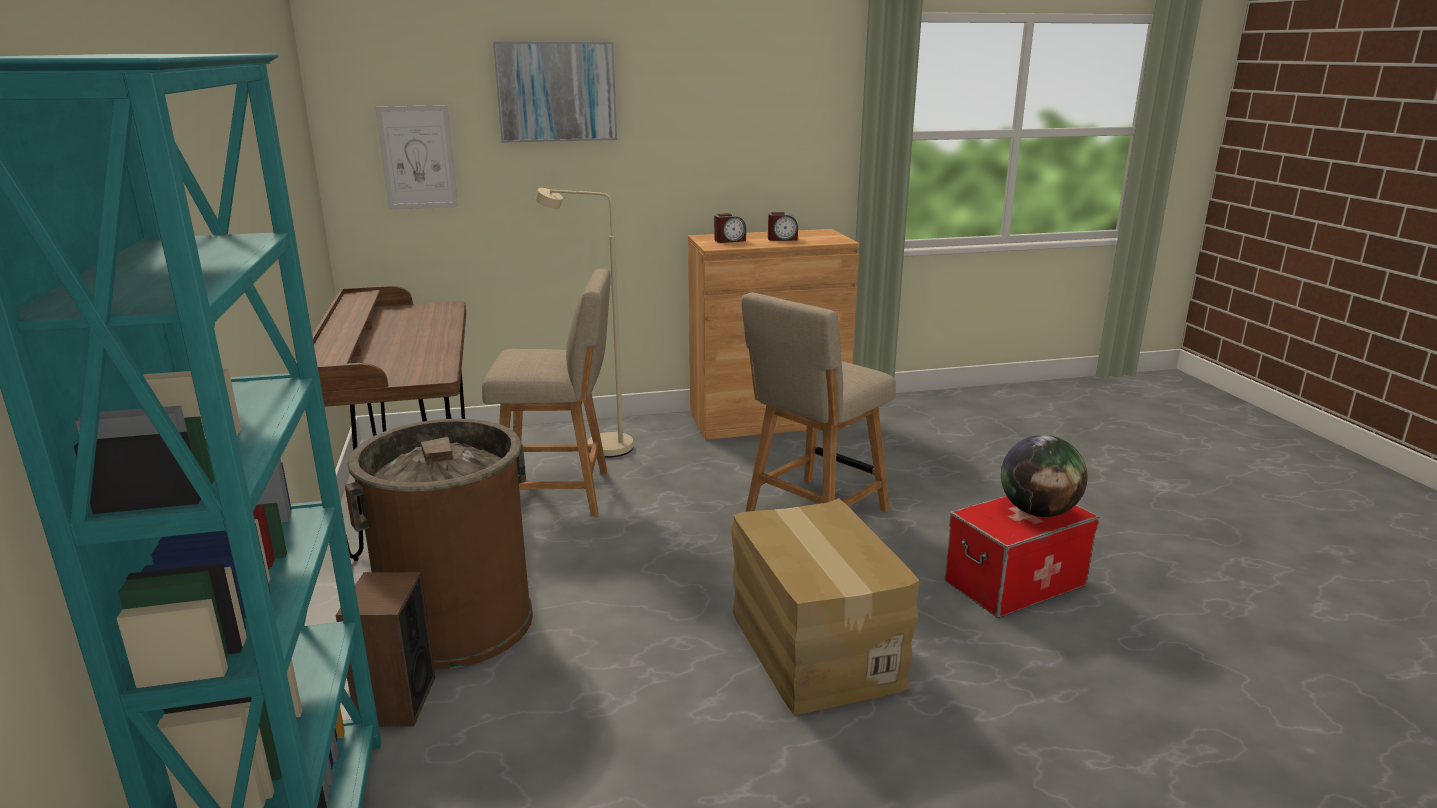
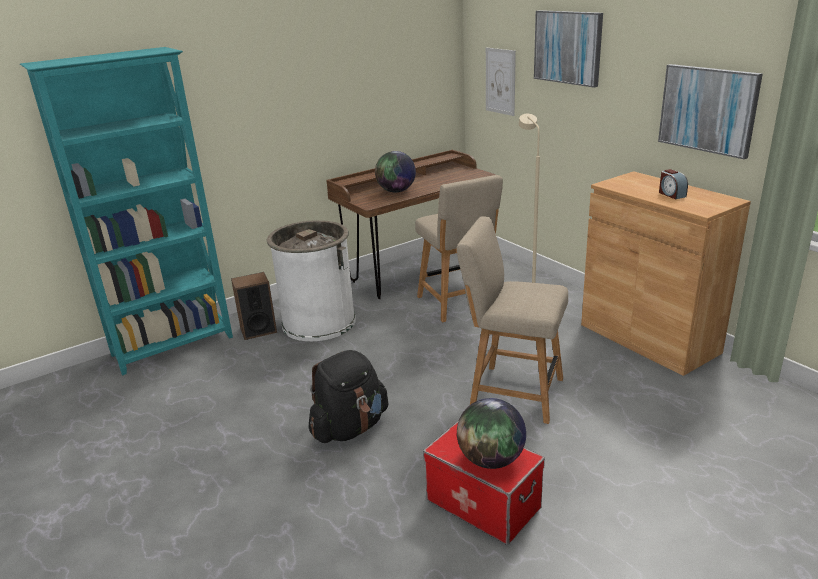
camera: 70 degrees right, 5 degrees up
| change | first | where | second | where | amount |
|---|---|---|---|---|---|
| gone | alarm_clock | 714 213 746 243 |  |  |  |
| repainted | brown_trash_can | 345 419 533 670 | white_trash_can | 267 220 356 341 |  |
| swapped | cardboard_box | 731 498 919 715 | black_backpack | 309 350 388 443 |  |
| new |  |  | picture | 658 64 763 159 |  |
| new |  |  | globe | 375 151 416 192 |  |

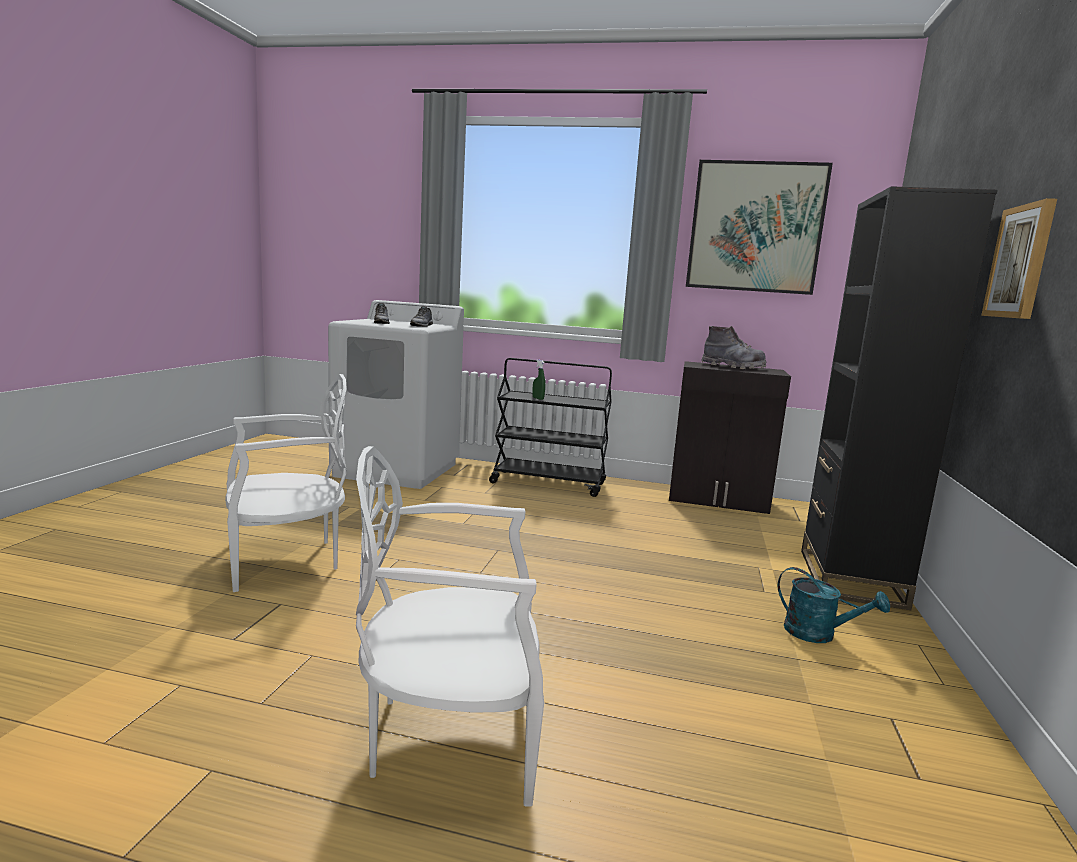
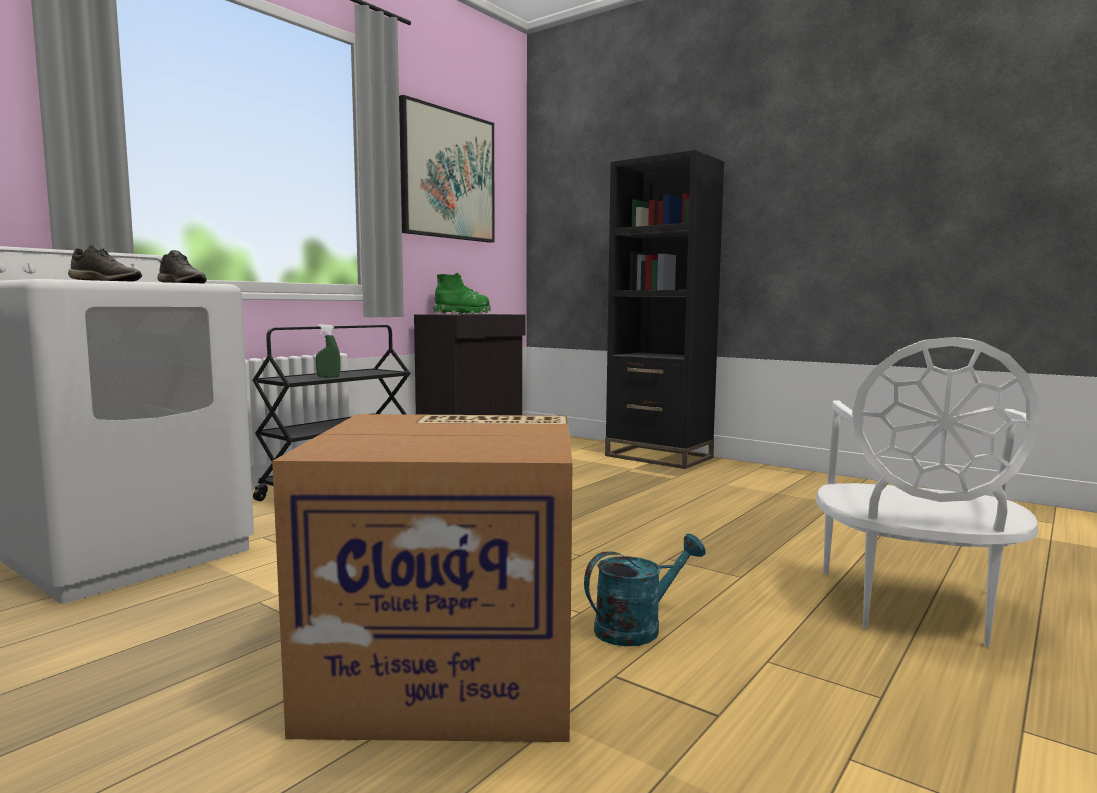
camera: 65 degrees left, 5 degrees down
| change | first | where | second | where | amount |
|---|---|---|---|---|---|
| gone | picture | 981 198 1057 319 |  |  |  |
| repainted | grey_boot | 701 326 766 369 | green_boot | 433 273 491 314 |  |
| swapped | white_chair | 225 374 347 592 | cardboard_box | 272 414 573 742 |  |
| shifted | turquoise_watering_can | 778 567 890 643 |  | 584 534 706 646 |  |

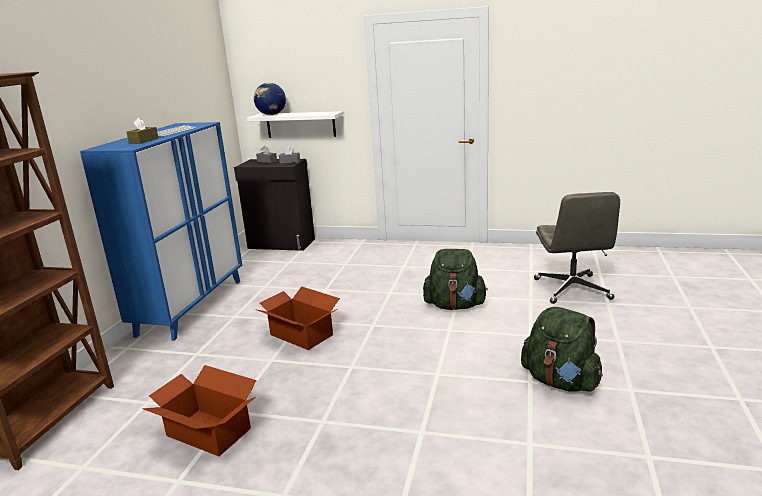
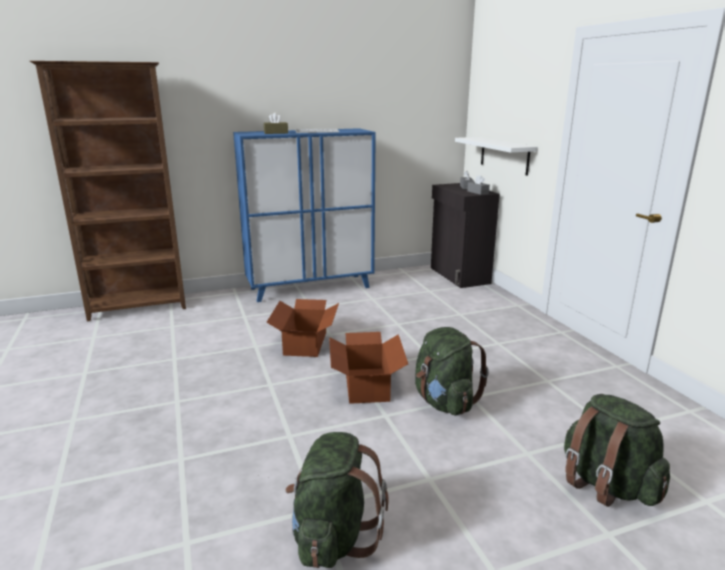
camera: 55 degrees right, 0 degrees up
| change | first | where | second | where | amount |
|---|---|---|---|---|---|
| gone | globe | 254 83 286 115 |  |  |  |
| swapped | grey_office_chair | 534 192 620 304 | green_backpack | 564 394 670 507 |  |
| shifted | cardboard_box | 142 365 257 456 |  | 329 332 408 404 |  |

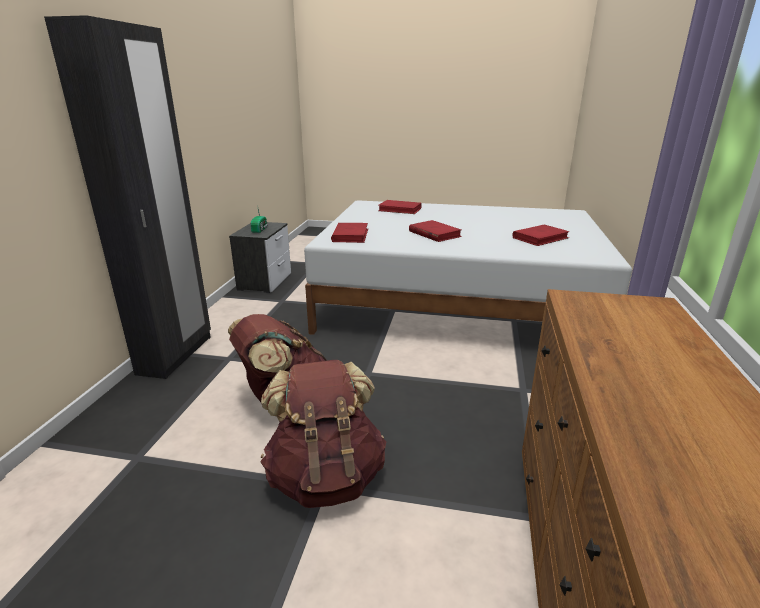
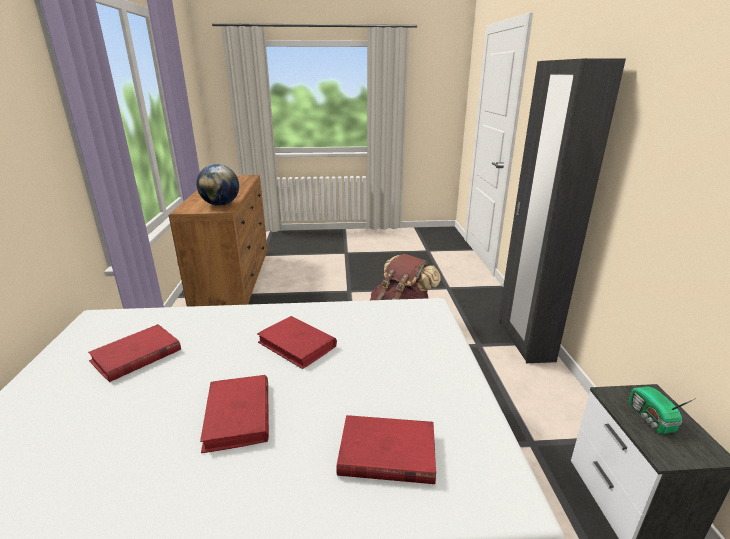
camera: 165 degrees right, 0 degrees up
| change | first | where | second | where | amount |
|---|---|---|---|---|---|
| shifted | red_book | 331 223 368 243 |  | 200 375 269 453 |  |
| gone | brown_backpack | 260 360 386 508 |  |  |  |
| new |  |  | globe | 196 164 239 206 |  |

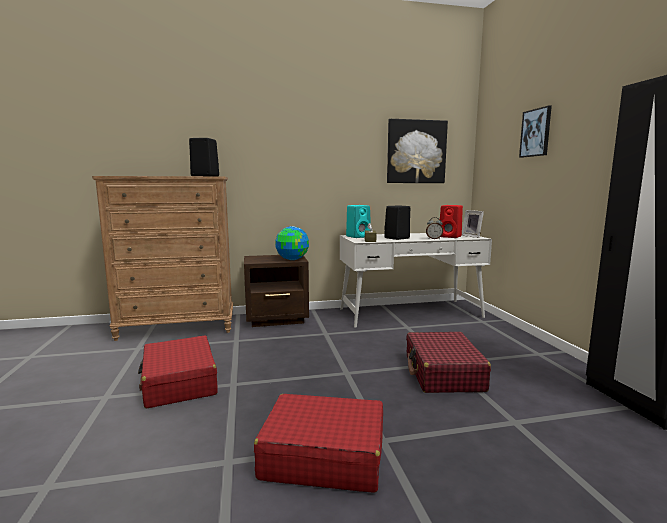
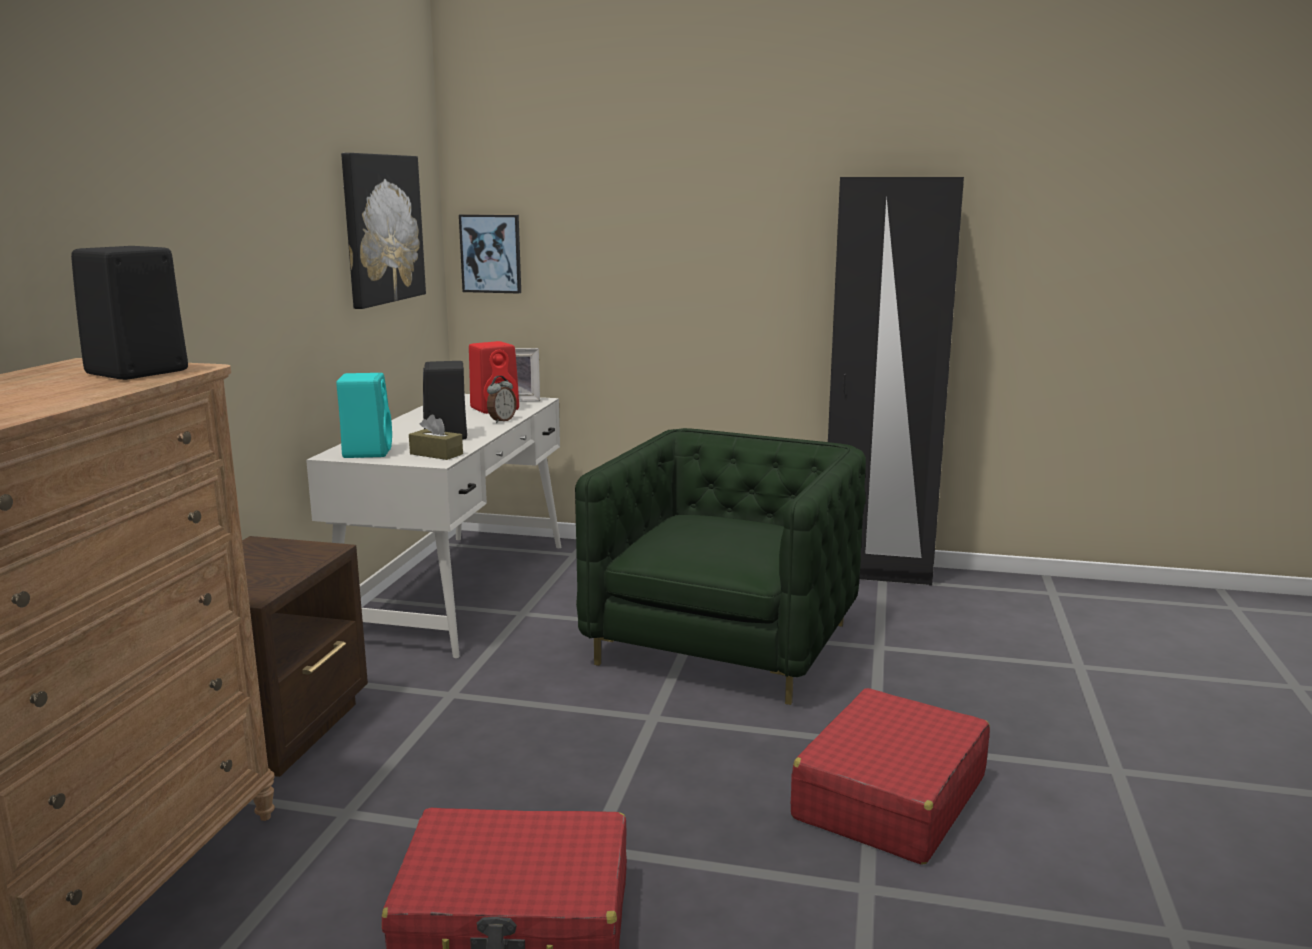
camera: 65 degrees left, 5 degrees up
| change | first | where | second | where | amount |
|---|---|---|---|---|---|
| shifted | picture | 519 106 552 158 |  | 459 214 521 293 |  |
| gone | globe | 275 226 309 260 |  |  |  |
| swapped | red_suitcase | 406 332 491 393 | green_armchair | 575 428 866 705 |  |

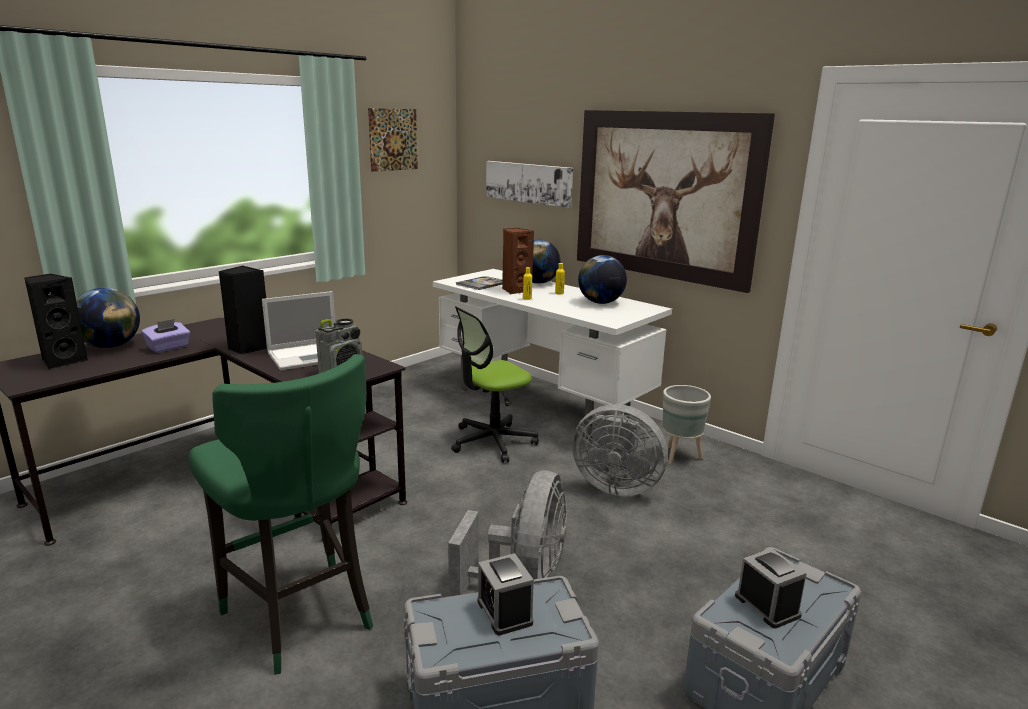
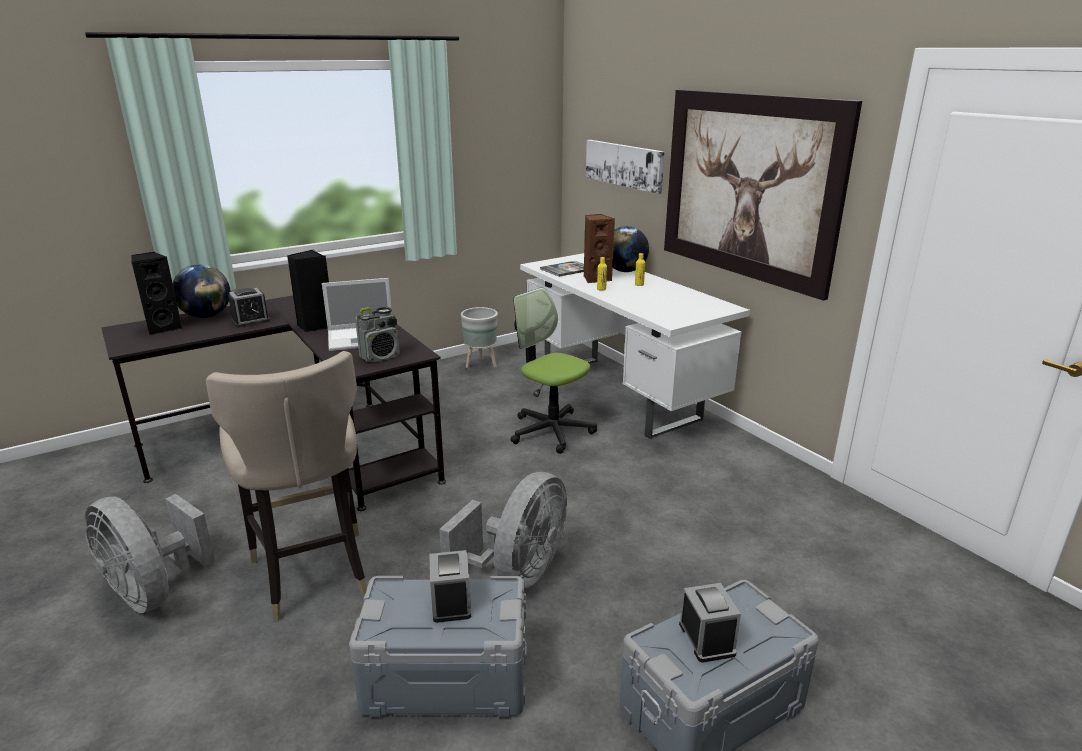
camera: 15 degrees right, 5 degrees up
| change | first | where | second | where | amount |
|---|---|---|---|---|---|
| gone | picture | 368 108 418 172 |  |  |  |
| gone | globe | 578 255 627 304 |  |  |  |
| rotated | office_chair | 451 306 539 463 |  | 510 288 597 454 | 60 degrees clockwise |
| swapped | purple_tissue_box | 141 319 190 353 | alarm_clock | 228 288 270 328 |  |
| repainted | green_stool | 189 354 373 675 | beige_stool | 206 351 367 621 |  |
| shifted | grey_planter | 662 385 711 464 |  | 461 307 498 368 |  |
| shifted | grey_fan | 572 404 668 496 |  | 85 494 215 613 |  |

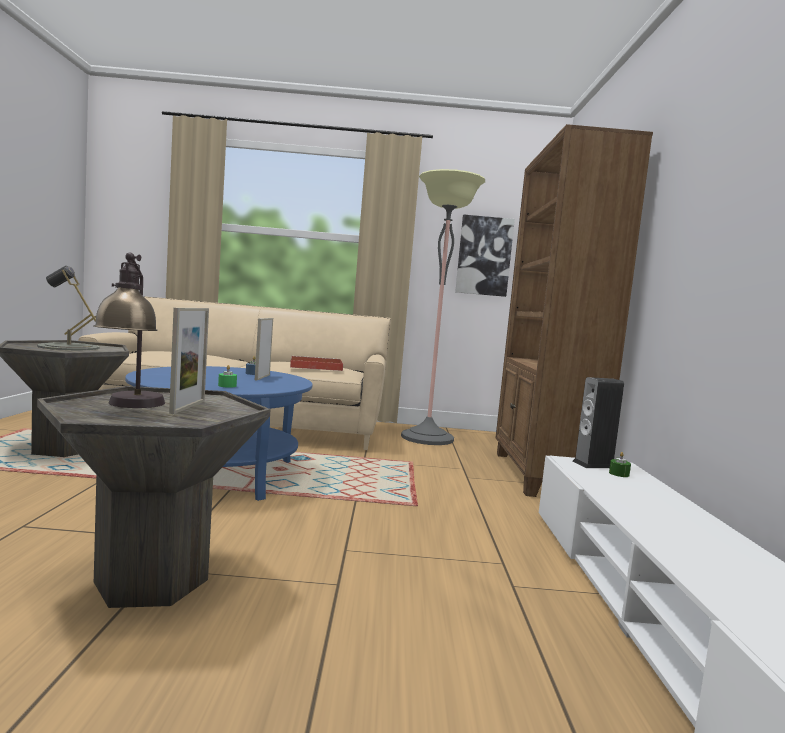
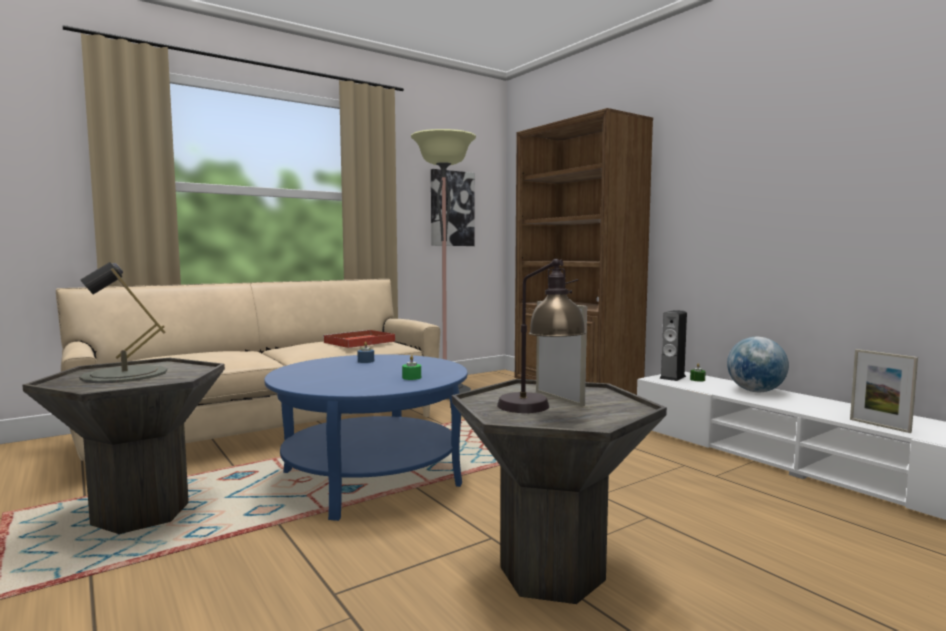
camera: 35 degrees left, 0 degrees up
| change | first | where | second | where | amount |
|---|---|---|---|---|---|
| shifted | picture_frame | 255 318 273 380 |  | 850 349 918 433 |  |
| new |  |  | globe | 727 337 789 392 |  |

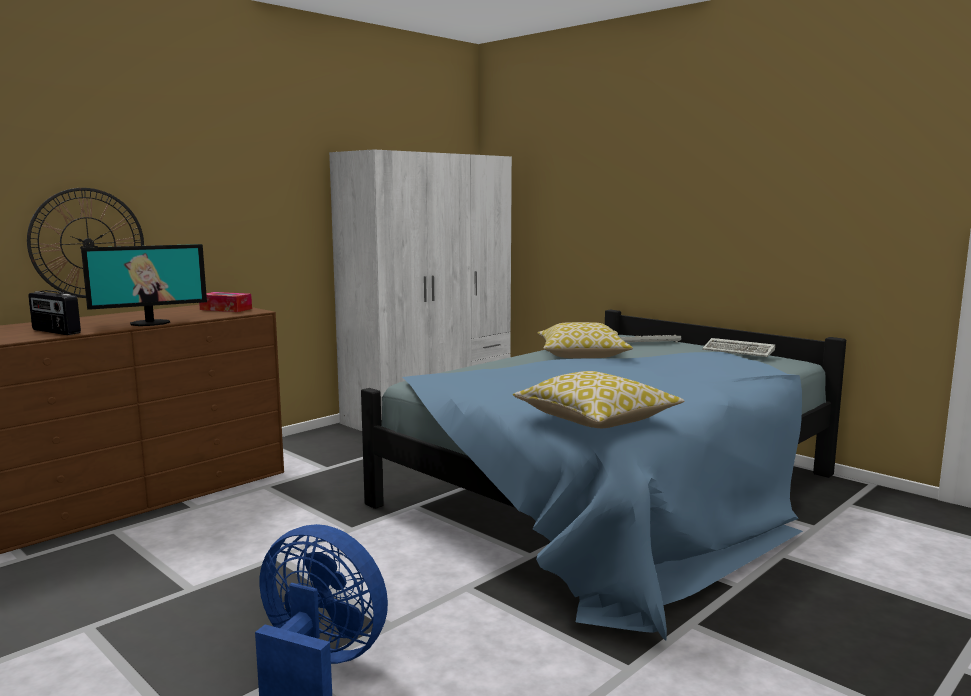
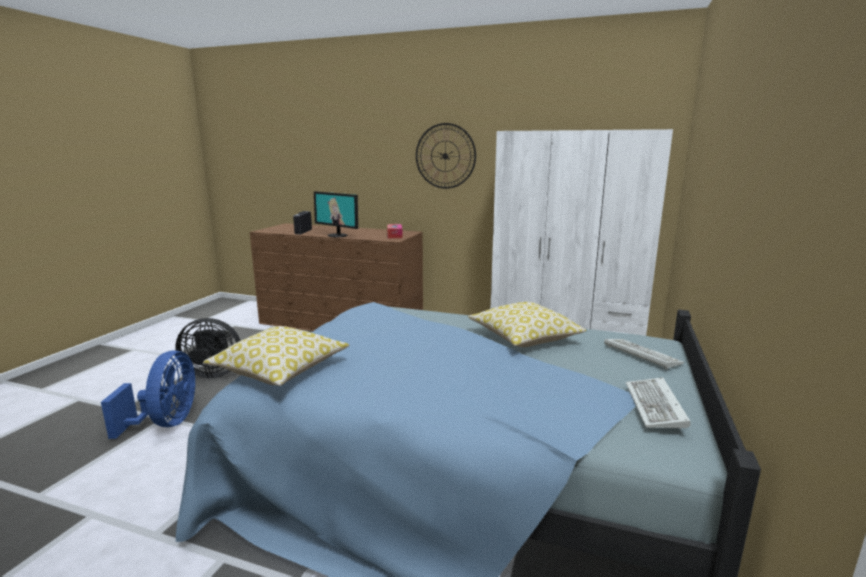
camera: 65 degrees right, 5 degrees up
| change | first | where | second | where | amount |
|---|---|---|---|---|---|
| shifted | wall_clock | 27 188 144 298 |  | 416 123 476 189 |  |
| new |  |  | black_fan | 175 318 241 378 |  |

